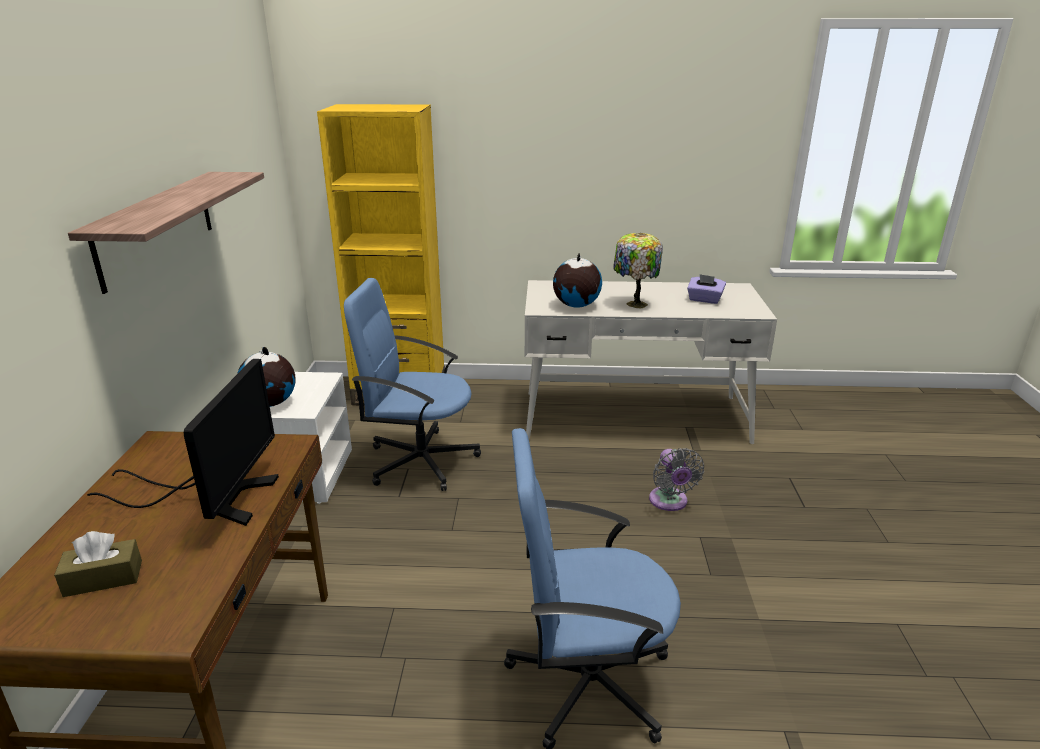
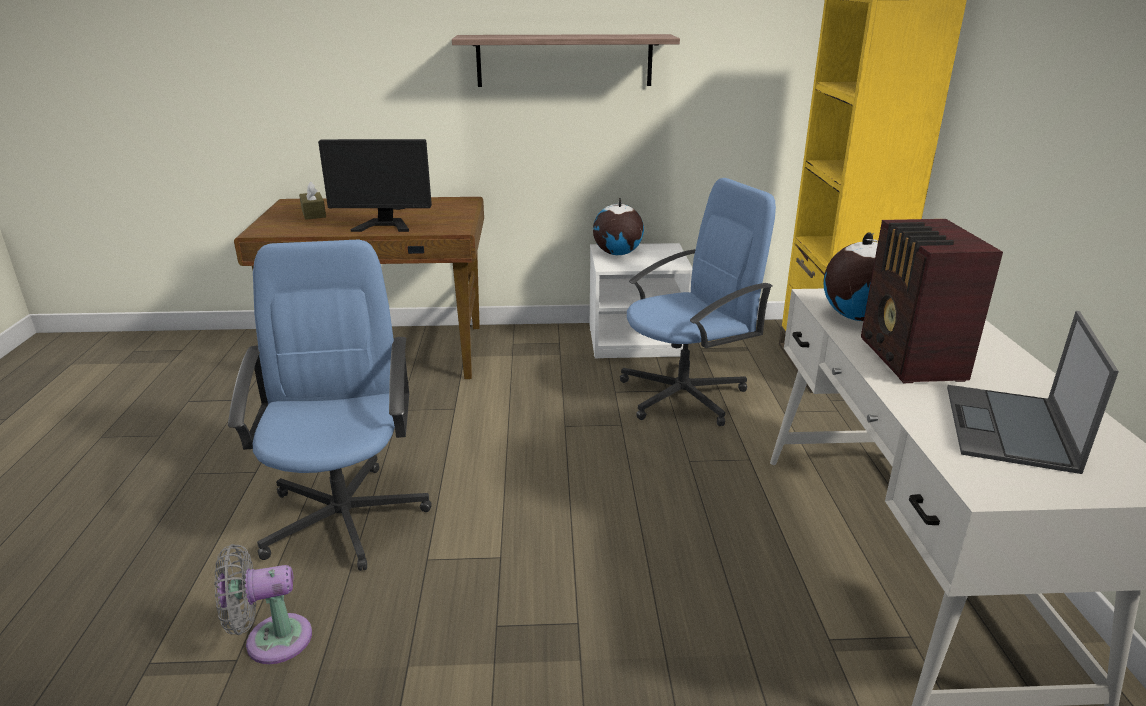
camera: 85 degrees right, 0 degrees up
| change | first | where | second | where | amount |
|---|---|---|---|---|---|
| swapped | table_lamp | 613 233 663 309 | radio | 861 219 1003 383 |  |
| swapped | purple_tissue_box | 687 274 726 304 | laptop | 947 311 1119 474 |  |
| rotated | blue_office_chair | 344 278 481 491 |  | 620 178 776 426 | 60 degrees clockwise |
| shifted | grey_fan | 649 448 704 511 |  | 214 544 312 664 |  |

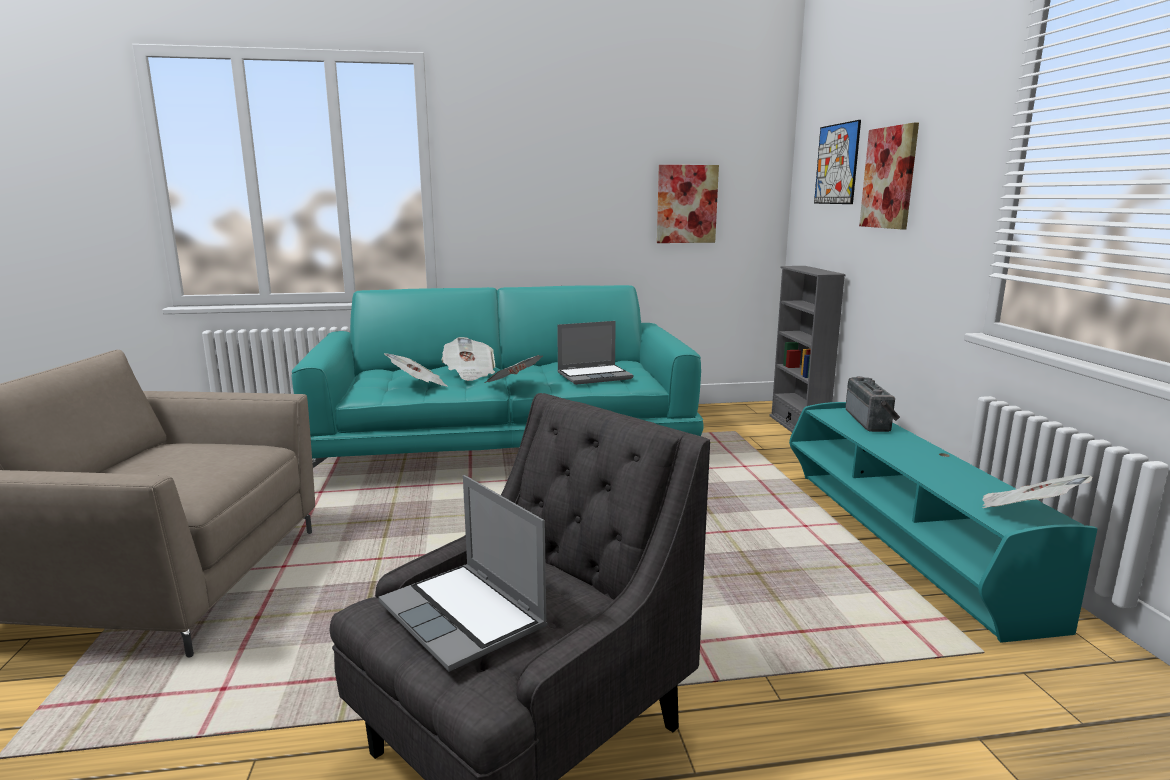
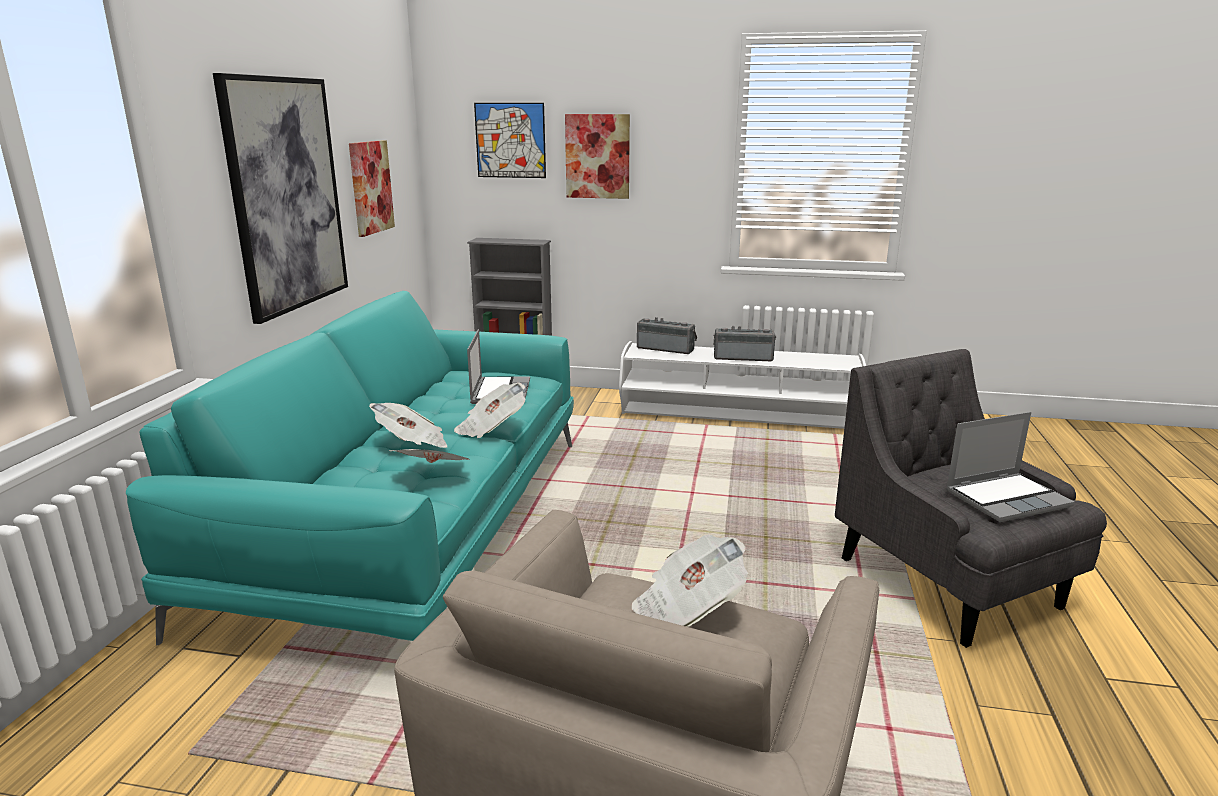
camera: 70 degrees left, 5 degrees up
| change | first | where | second | where | amount |
|---|---|---|---|---|---|
| repainted | turquoise_tv_stand | 789 402 1097 643 | white_tv_stand | 619 341 866 429 |  |
| shifted | newspaper | 983 474 1092 508 |  | 632 534 748 627 |  |
| new |  |  | picture | 213 73 348 324 |  |
| new |  |  | radio | 714 326 776 362 |  |

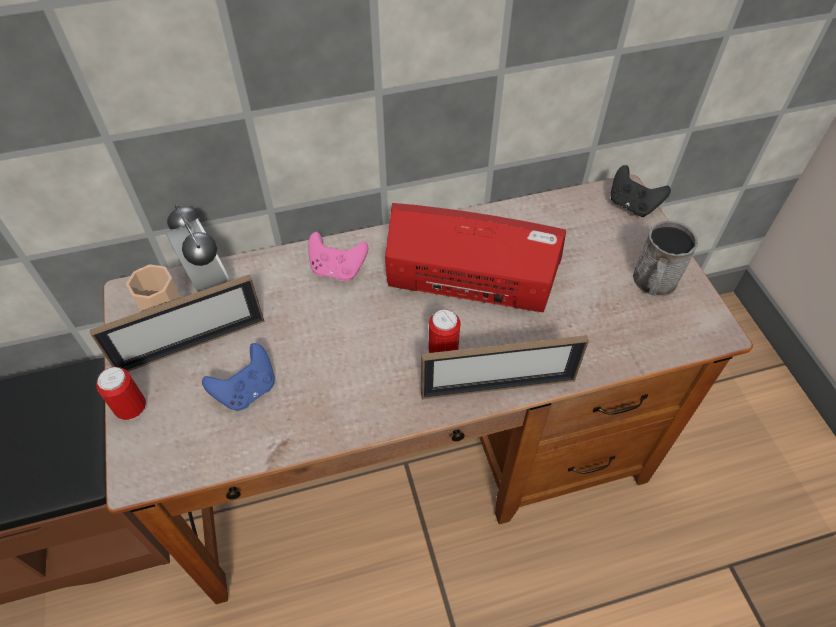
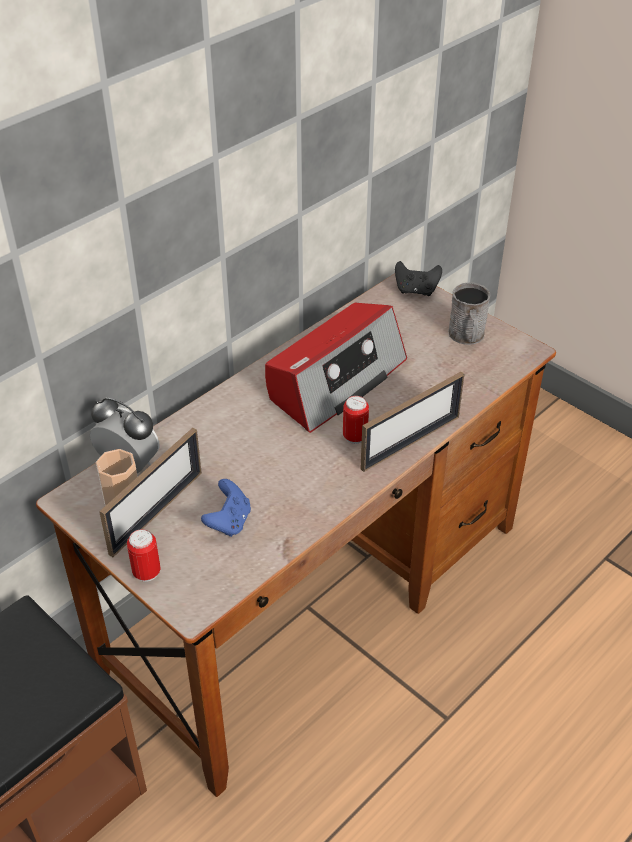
camera: 30 degrees left, 10 degrees down
| change | first | where | second | where | amount |
|---|---|---|---|---|---|
| rotated | radio | 385 203 566 312 |  | 265 303 407 433 | 150 degrees clockwise |
| gone | pink_game_controller | 308 232 368 281 |  |  |  |

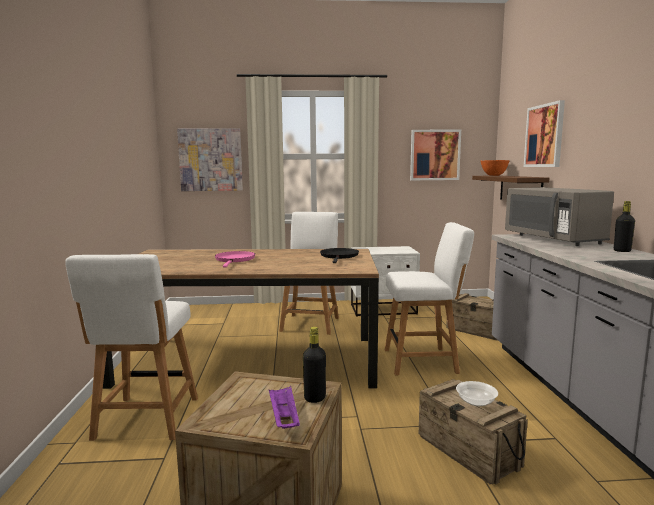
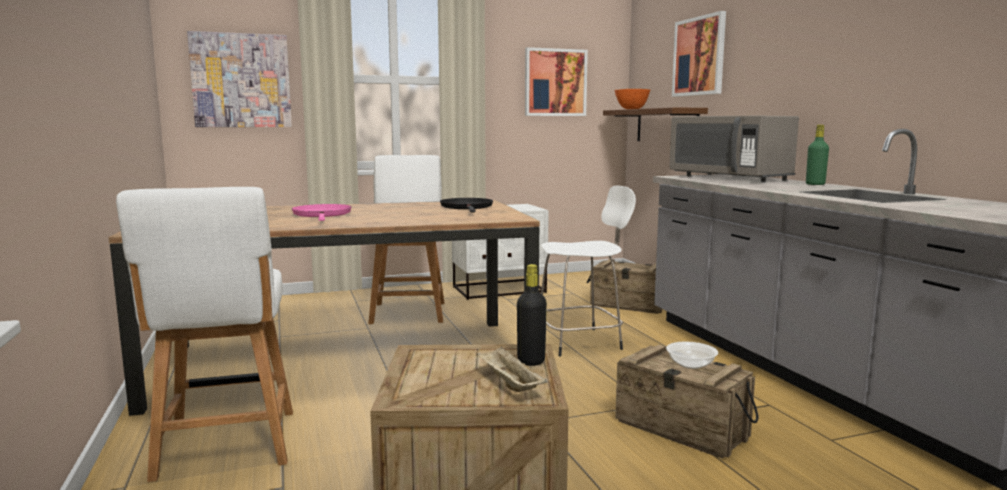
camera: 15 degrees left, 0 degrees up
| change | first | where | second | where | amount |
|---|---|---|---|---|---|
| repainted | black_bottle | 614 201 635 252 | green_bottle | 806 125 829 185 |  |
| swapped | white_chair | 385 222 474 375 | white_stool | 541 186 636 357 |  |
| repainted | purple_tray | 269 386 300 429 | beige_tray | 476 346 548 392 |  |

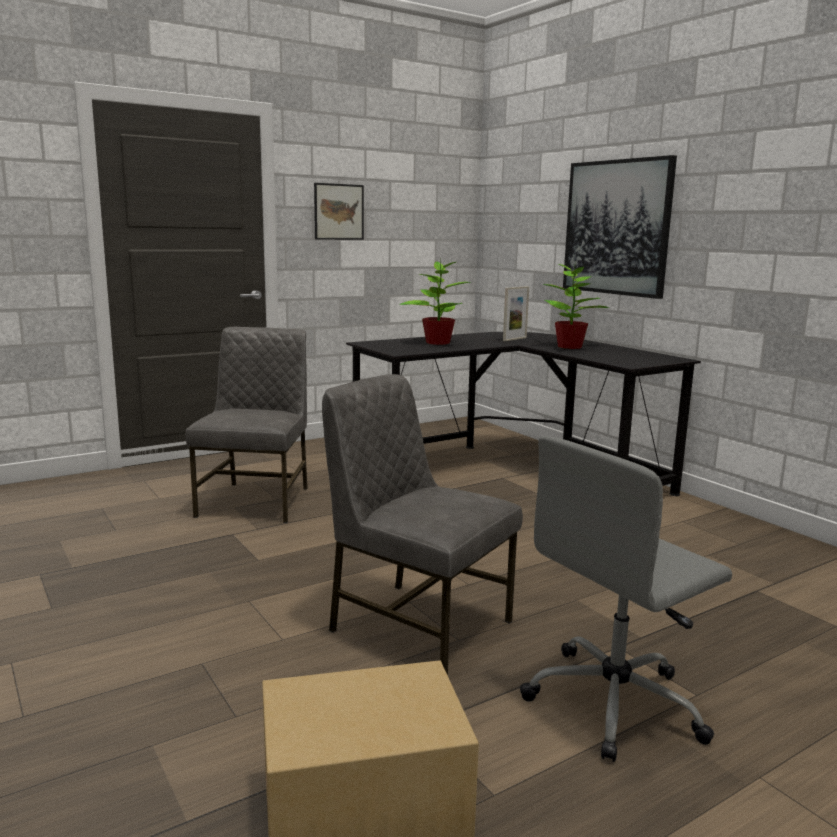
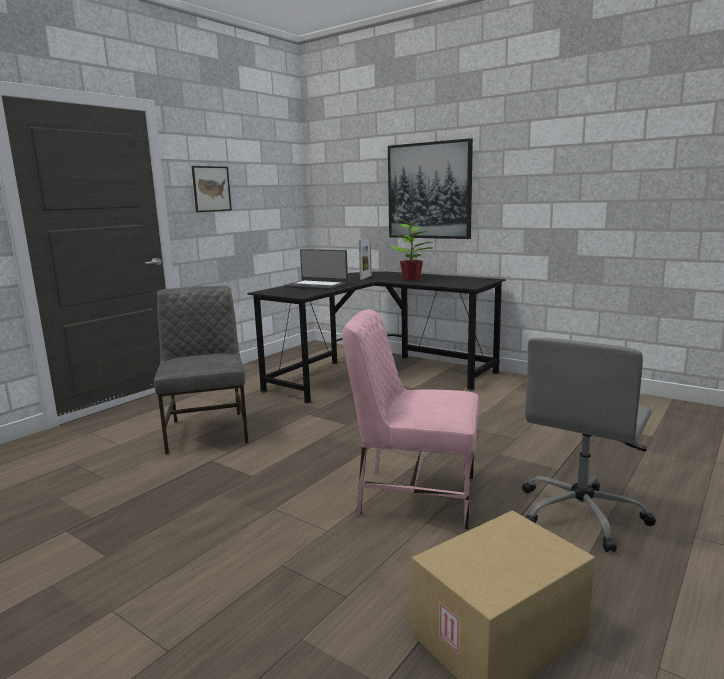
camera: 20 degrees left, 0 degrees up
| change | first | where | second | where | amount |
|---|---|---|---|---|---|
| swapped | potted_plant | 399 258 470 345 | laptop | 284 249 348 290 |  |
| repainted | grey_chair | 322 374 523 675 | pink_chair | 342 310 479 530 |  |

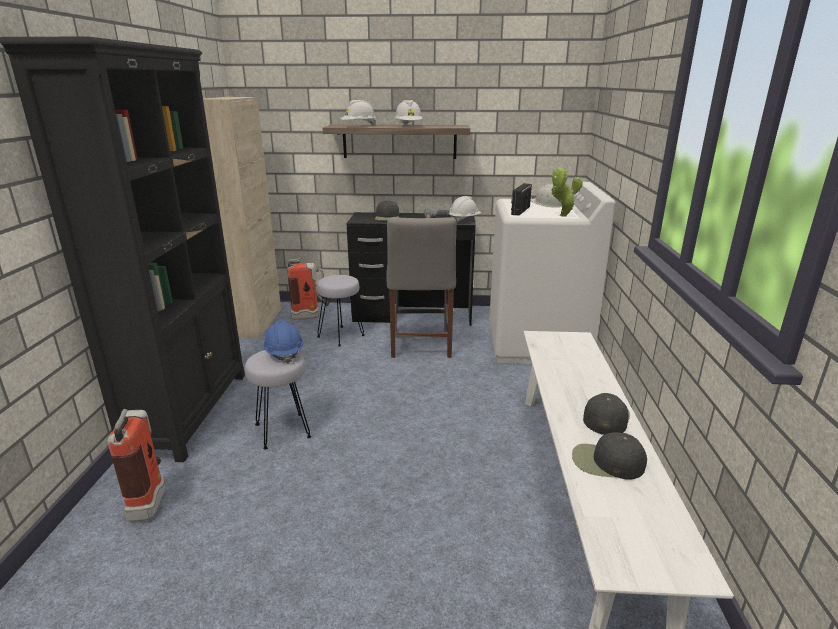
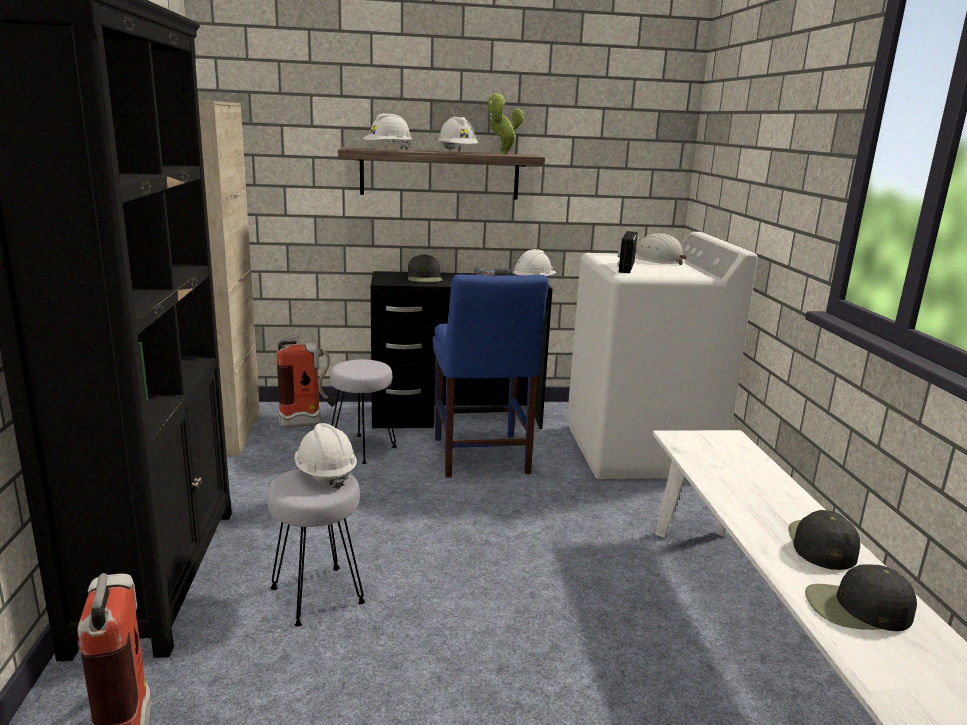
camera: 10 degrees left, 5 degrees down
| change | first | where | second | where | amount |
|---|---|---|---|---|---|
| shifted | potted_plant | 551 167 583 217 |  | 488 93 524 154 |  |
| repainted | grey_chair | 386 217 457 358 | blue_chair | 433 274 549 478 |  |
| repainted | blue_hard_hat | 263 320 303 364 | white_hard_hat | 295 423 357 489 |  |

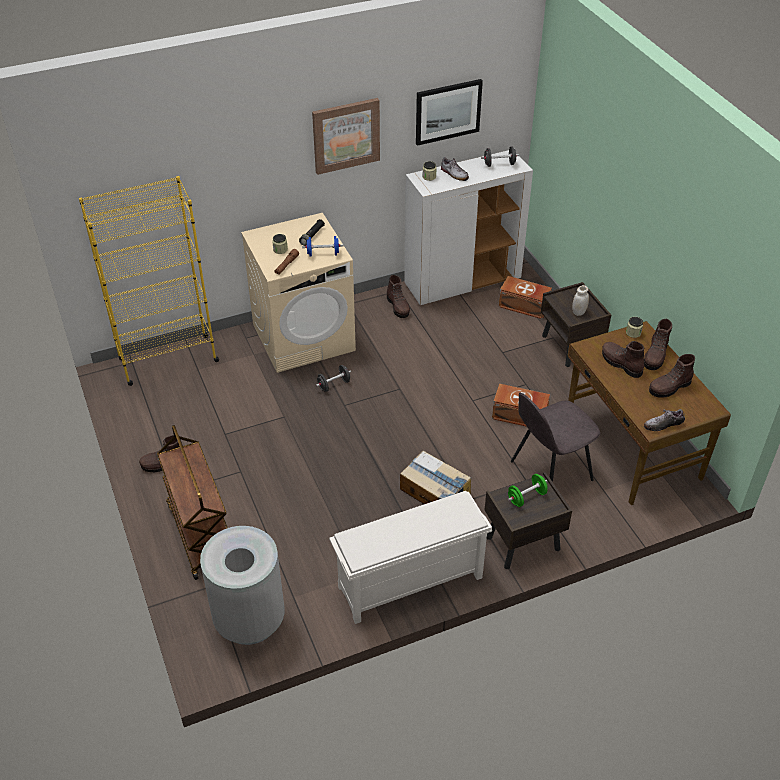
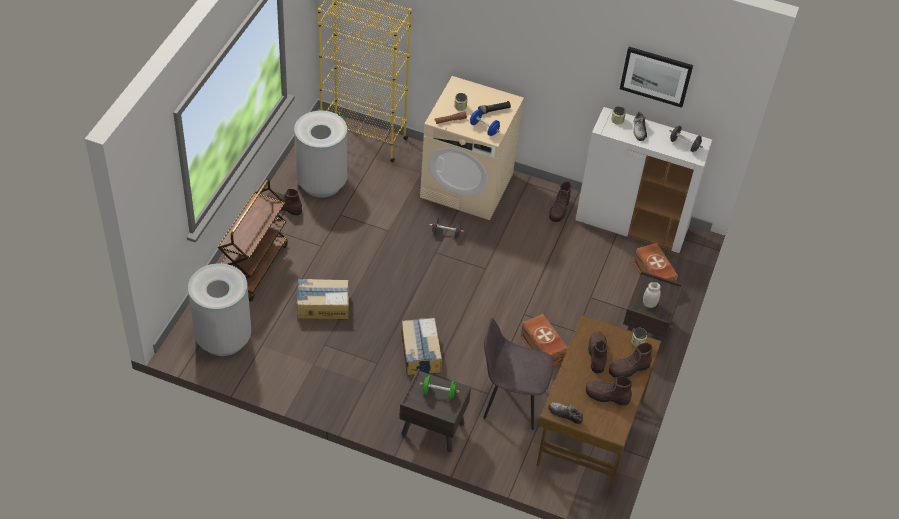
camera: 40 degrees right, 5 degrees up
| change | first | where | second | where | amount |
|---|---|---|---|---|---|
| gone | picture | 312 98 380 175 |  |  |  |
| gone | white_shoe_rack | 329 491 492 624 |  |  |  |
| new |  |  | grey_trash_can | 294 111 347 198 |  |
| new |  |  | cardboard_box | 297 278 349 319 |  |

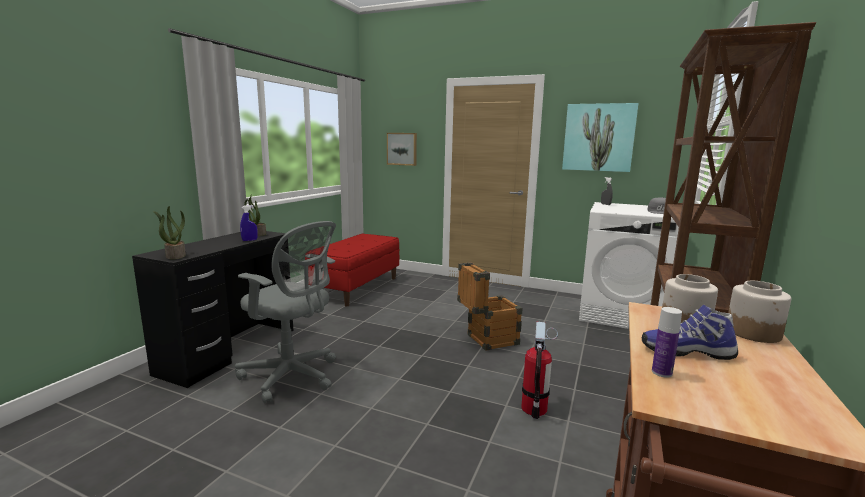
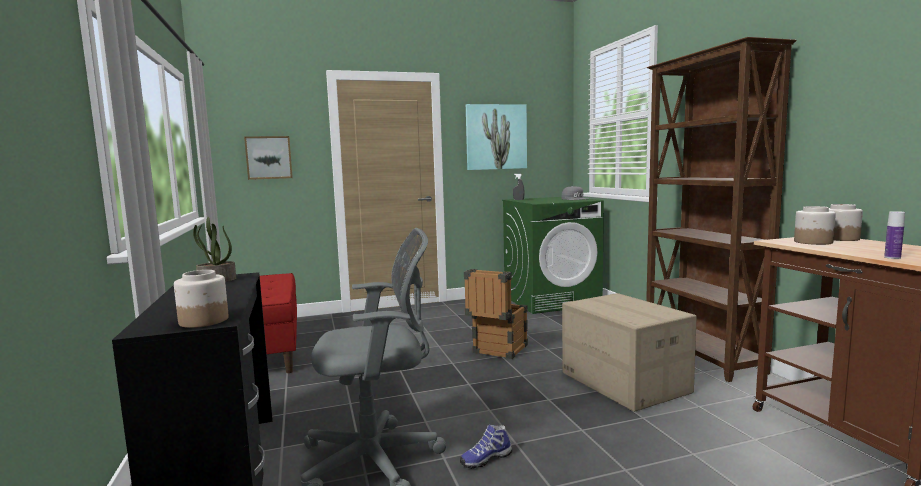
camera: 40 degrees left, 5 degrees down
| change | first | where | second | where | amount |
|---|---|---|---|---|---|
| repainted | white_washing_machine | 579 202 679 329 | green_washing_machine | 502 197 604 314 |  |
| gone | blue_spray_bottle | 240 205 257 241 |  |  |  |
| swapped | potted_plant | 153 206 186 260 | jar | 174 270 229 328 |  |
| shifted | shoe | 642 305 738 360 |  | 460 425 512 469 |  |
| swapped | fire_extinguisher | 521 322 558 419 | cardboard_box | 562 293 697 412 |  |

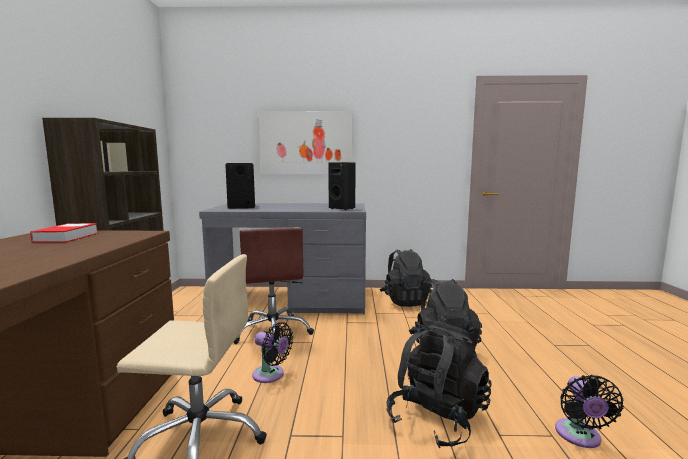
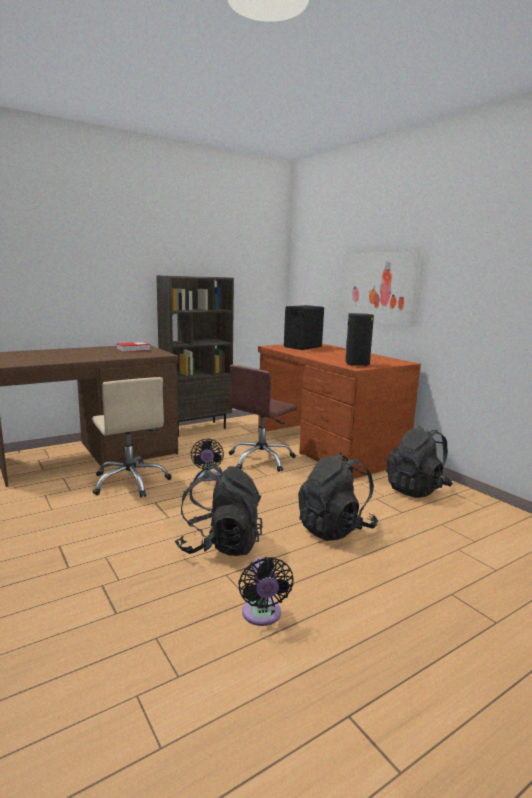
camera: 55 degrees right, 5 degrees up
| change | first | where | second | where | amount |
|---|---|---|---|---|---|
| repainted | grey_desk | 199 203 366 315 | brown_desk | 258 344 421 479 |  |
| rotated | black_fan | 555 375 624 448 |  | 238 557 293 626 | 75 degrees counterclockwise |

